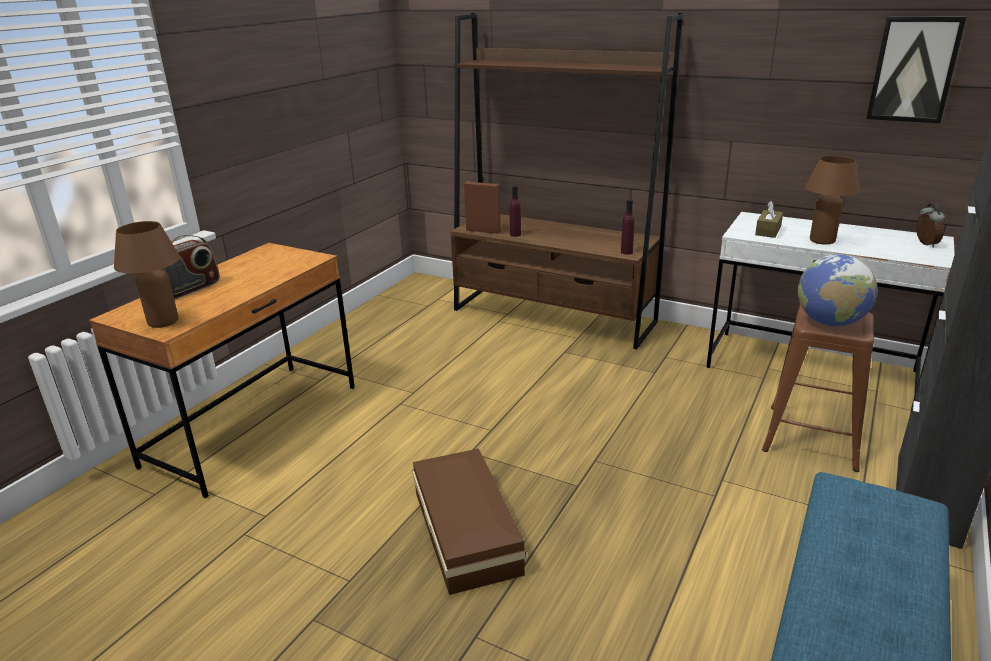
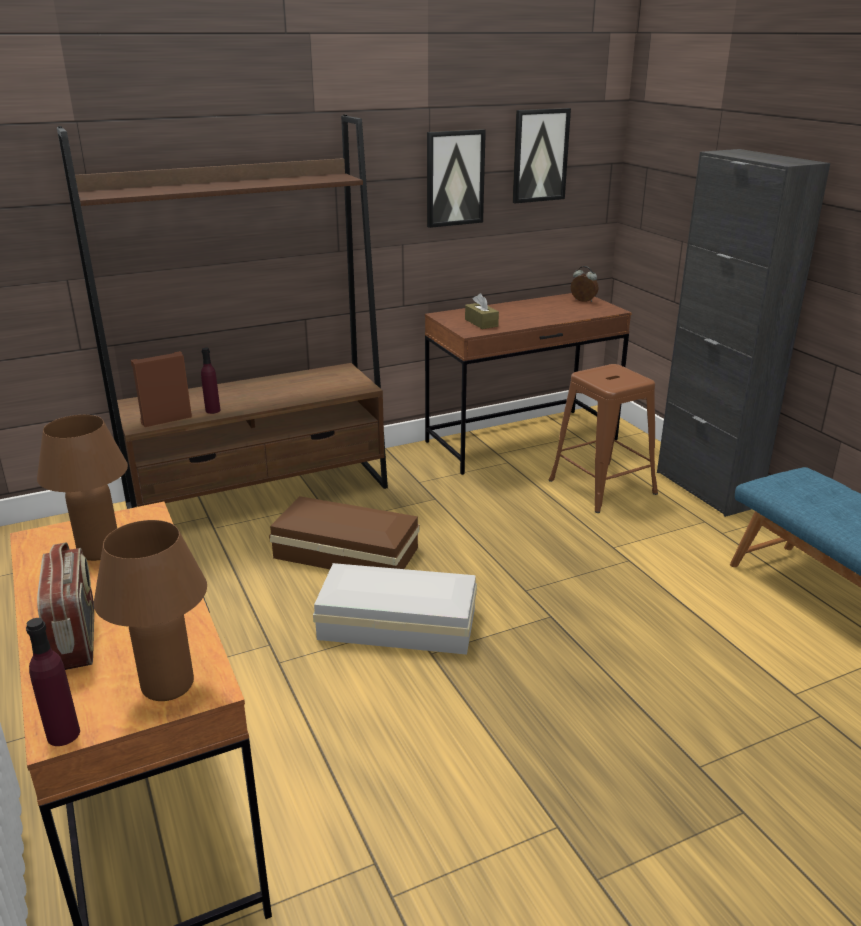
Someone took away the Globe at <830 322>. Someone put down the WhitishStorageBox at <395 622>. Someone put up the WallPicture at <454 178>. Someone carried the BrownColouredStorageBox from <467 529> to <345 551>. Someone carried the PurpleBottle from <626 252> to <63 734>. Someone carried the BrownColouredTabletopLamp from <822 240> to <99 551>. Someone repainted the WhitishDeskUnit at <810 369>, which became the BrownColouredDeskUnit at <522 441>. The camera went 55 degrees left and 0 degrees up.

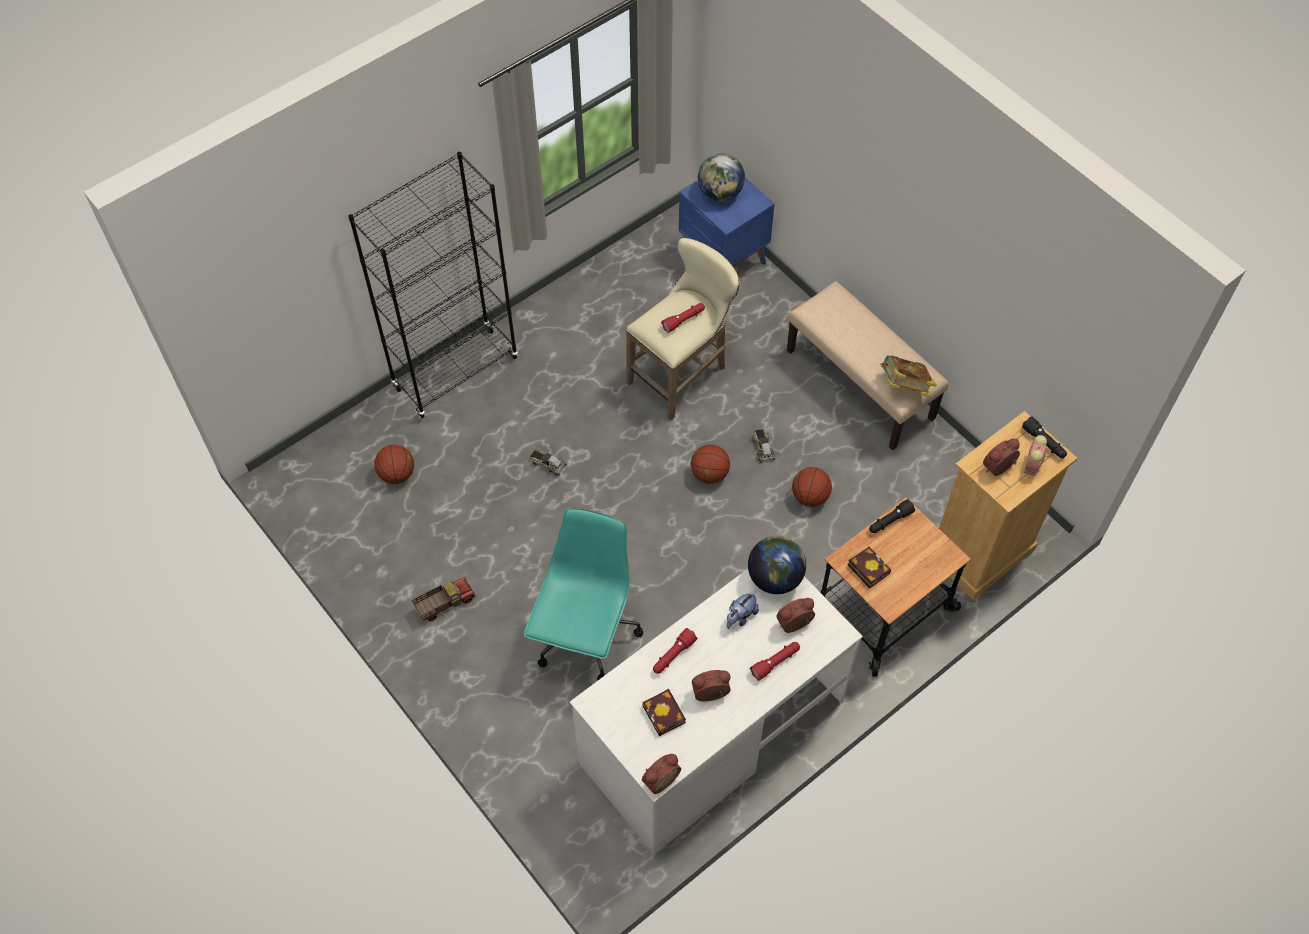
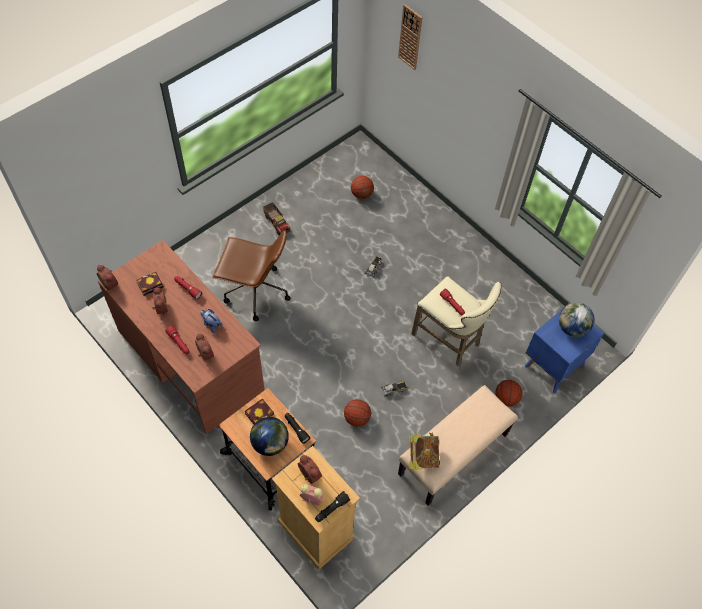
Someone took away the BlackBookcase at <456 372>. Someone put up the WallClock at <410 37>. Someone carried the BasketballBall from <709 474> to <506 398>. Someone carried the Globe from <775 577> to <270 443>. Someone repainted the TurquoiseOfficeChair at <585 636>, which became the BrownColouredOfficeChair at <255 292>. Someone repainted the WhitishDeskUnit at <711 731>, which became the BrownColouredDeskUnit at <190 359>. The camera went 85 degrees right and 0 degrees up.

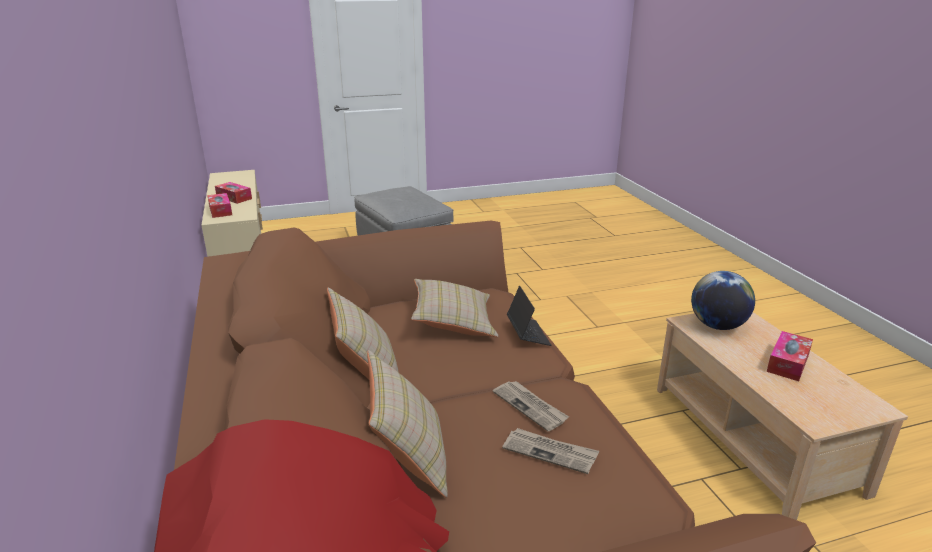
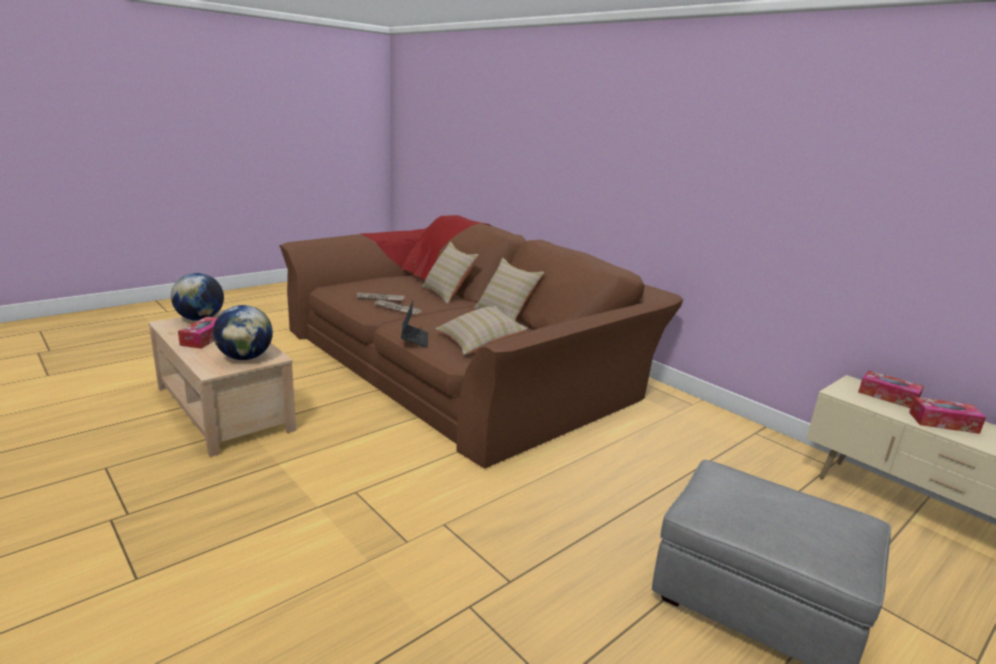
Someone put down the Globe at <200 319>. Someone rotated the PortableComputer at <528 334> by 150 degrees counterclockwise. The camera went 155 degrees right and 5 degrees down.

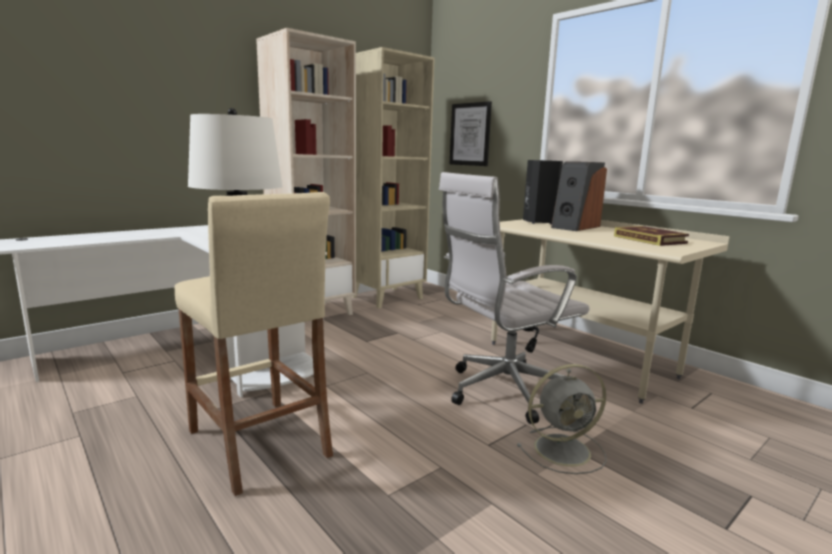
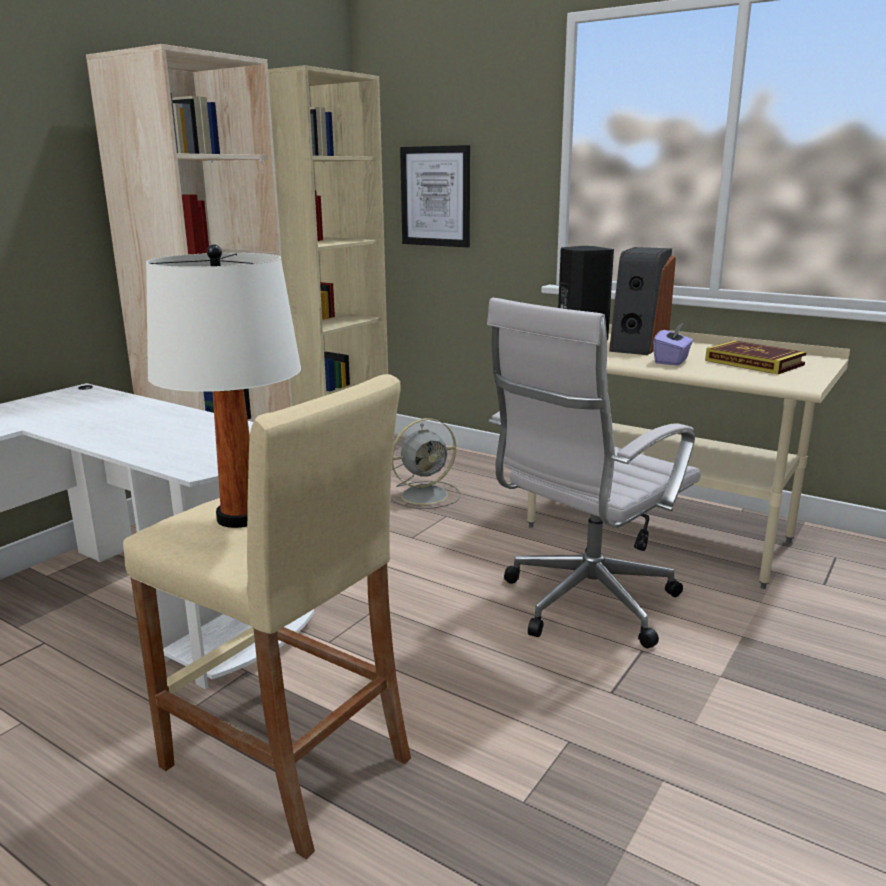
Someone put down the PurpleTissueBox at <672 361>. Someone carried the GrayElectricFan from <564 449> to <426 495>. The camera went 15 degrees left and 5 degrees up.

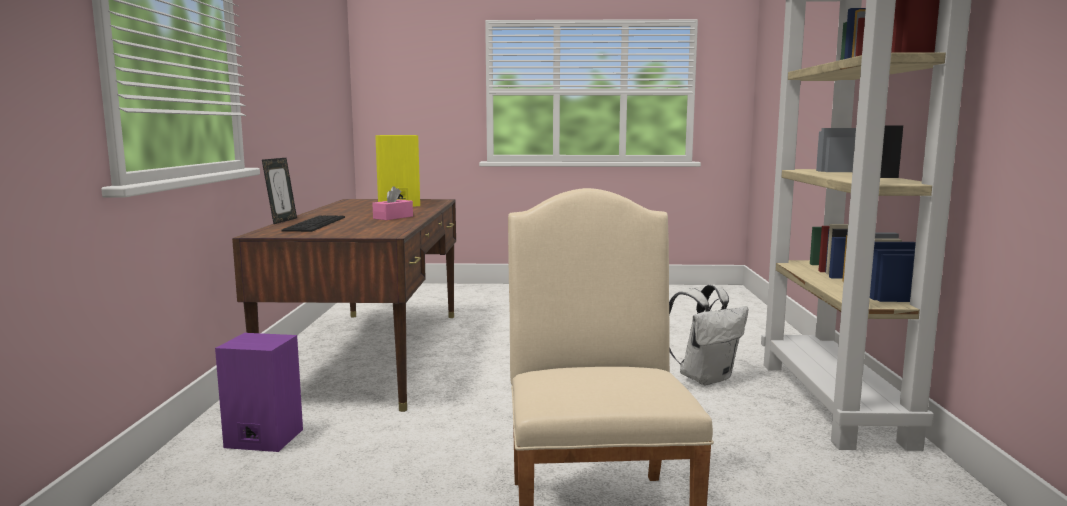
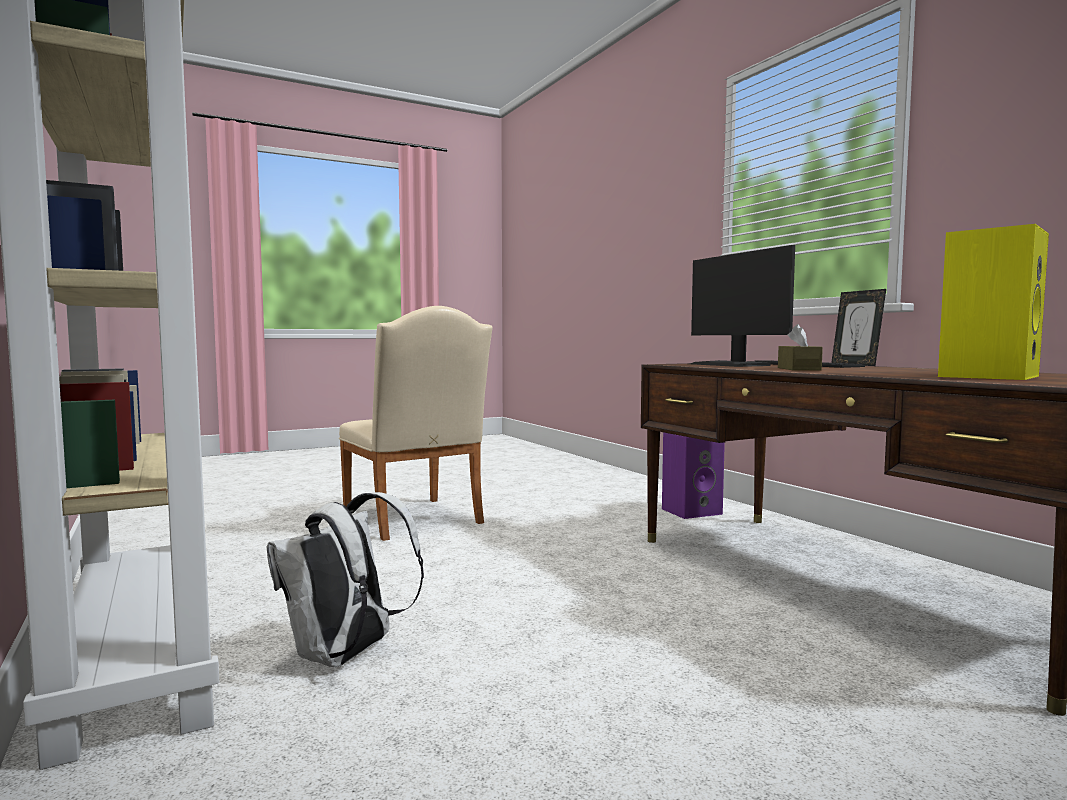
Someone put down the ComputerScreen at <729 364>. Someone repainted the PinkishTissueBox at <393 217>, which became the BrownColouredTissueBox at <798 369>. The camera went 150 degrees right and 5 degrees down.

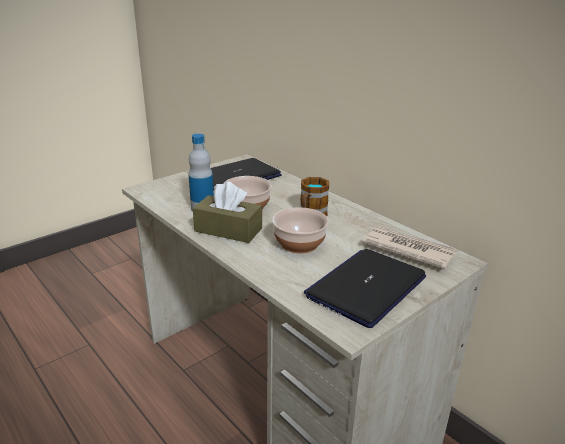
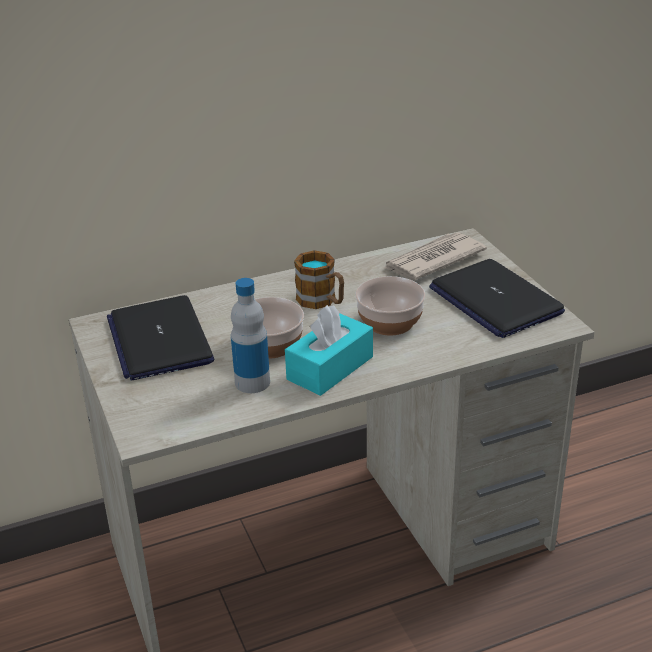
Someone repainted the BrownColouredTissueBox at <228 230>, which became the TurquoiseTissueBox at <330 368>. The camera went 70 degrees left and 5 degrees up.

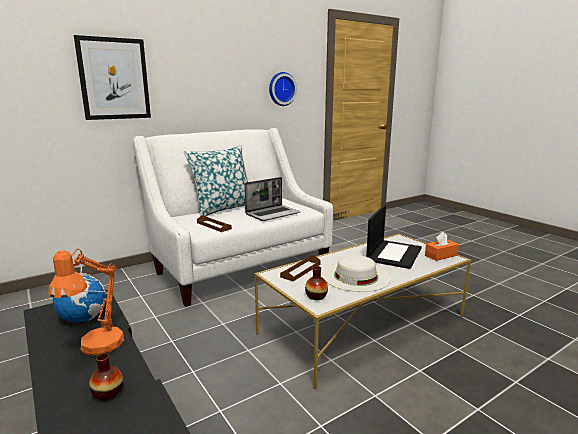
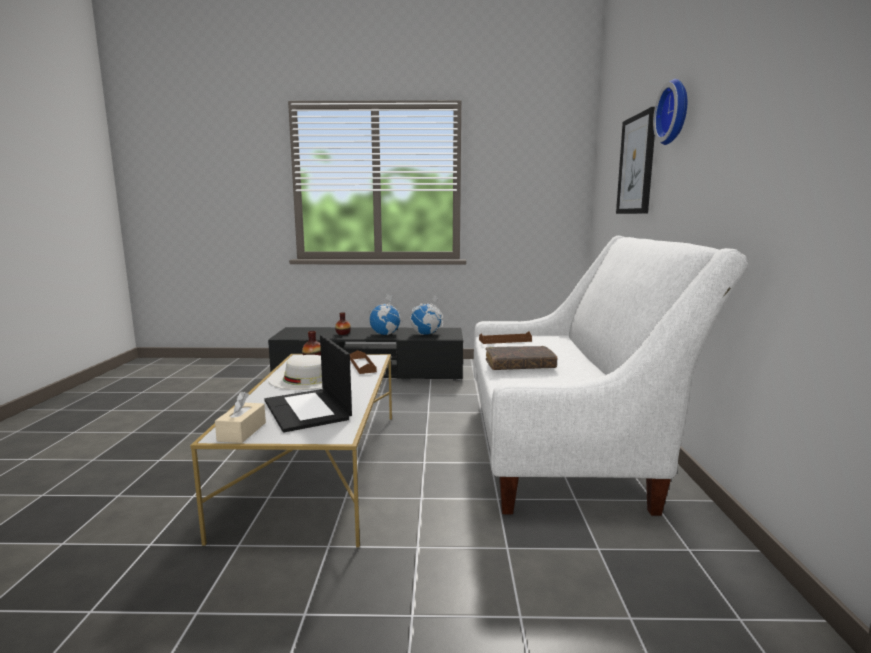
Someone took away the Cushion at <223 209>. Someone carried the WallClock from <281 89> to <675 112>. Someone swapped the OrangeyTabletopLamp at <96 348> for the Globe at <386 334>. Someone swapped the PortableComputer at <273 214> for the BrownColouredBoundBook at <519 366>. Someone repainted the OrangeyTissueBox at <441 255>, which became the BeigeColouredTissueBox at <242 432>. The camera went 125 degrees right and 5 degrees down.

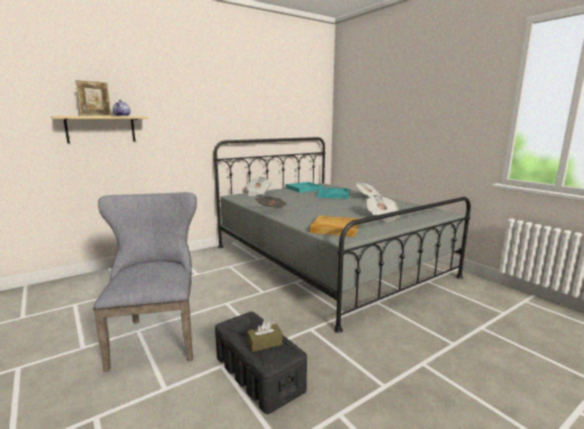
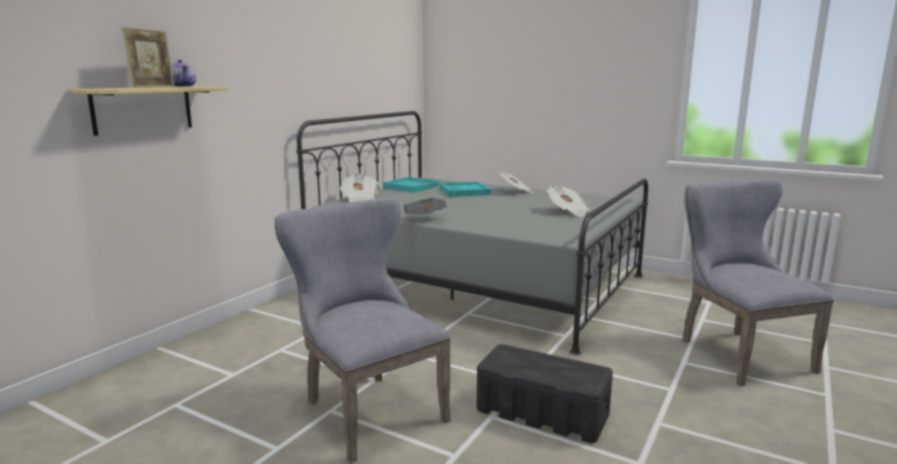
Someone took away the BrownColouredTissueBox at <264 343>. Someone took away the BeigeColouredCarryingTray at <335 228>. Someone put down the GrayUprightChair at <736 352>. The camera went 25 degrees left and 0 degrees up.

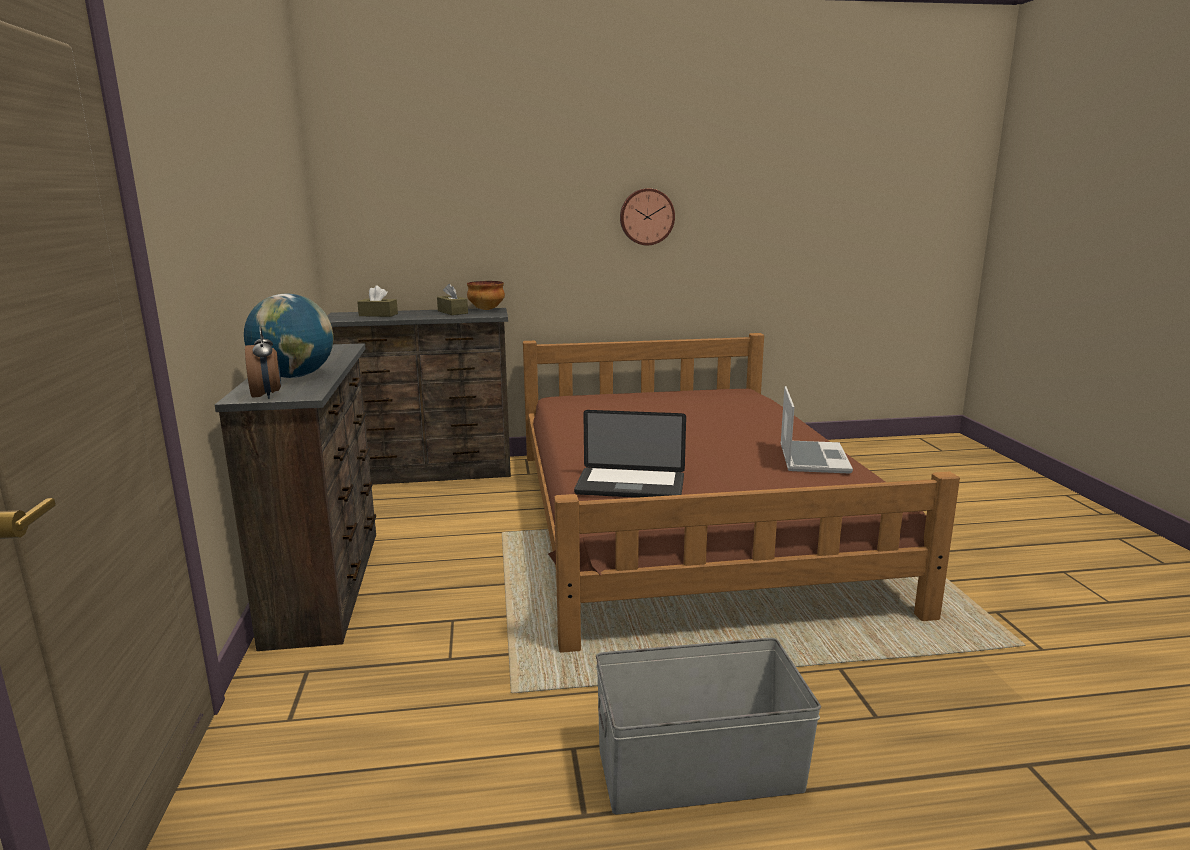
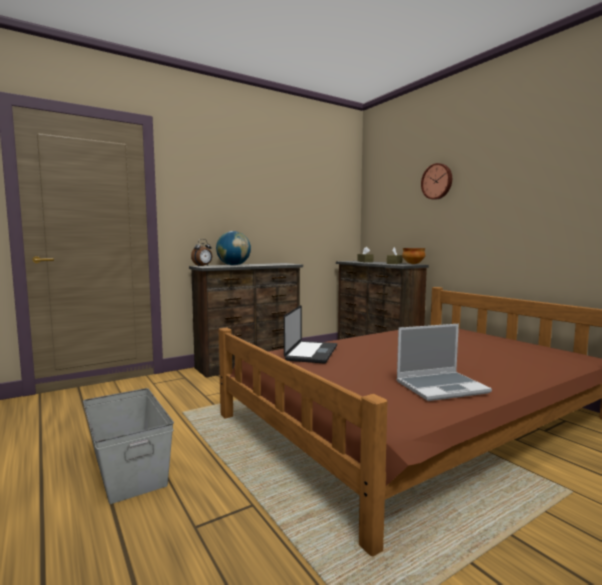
Someone carried the WallClock from <646 217> to <437 181>. Someone rotated the PortableComputer at <630 485> by 150 degrees counterclockwise. The camera went 65 degrees right and 10 degrees down.

